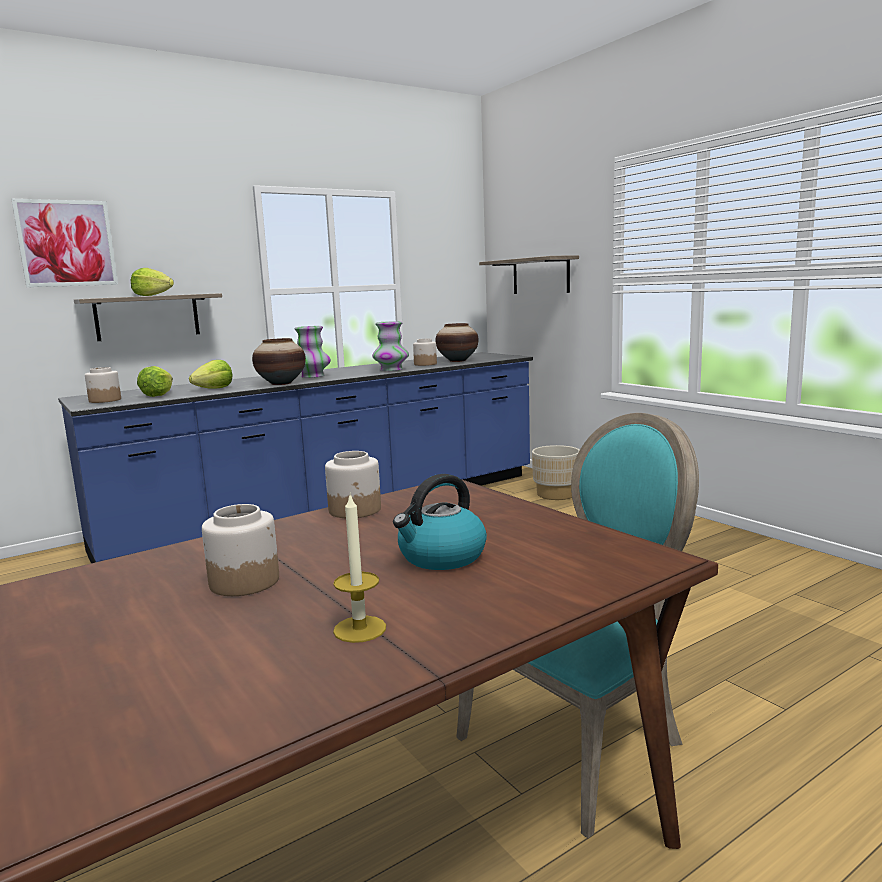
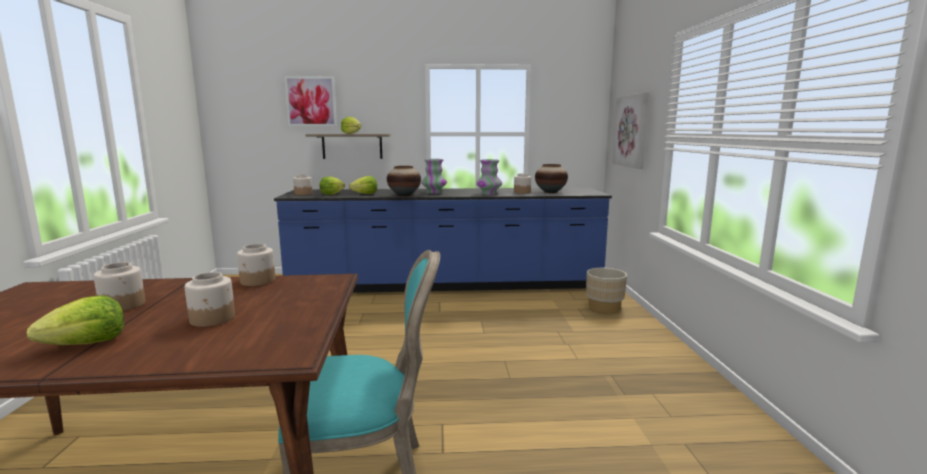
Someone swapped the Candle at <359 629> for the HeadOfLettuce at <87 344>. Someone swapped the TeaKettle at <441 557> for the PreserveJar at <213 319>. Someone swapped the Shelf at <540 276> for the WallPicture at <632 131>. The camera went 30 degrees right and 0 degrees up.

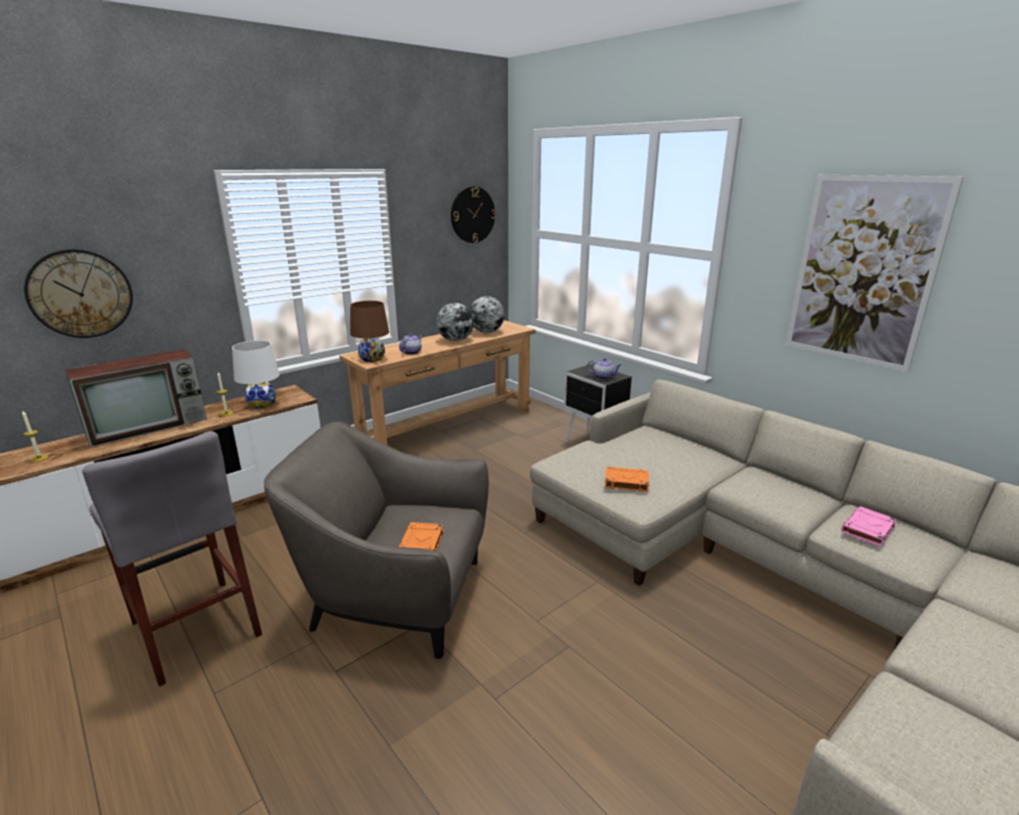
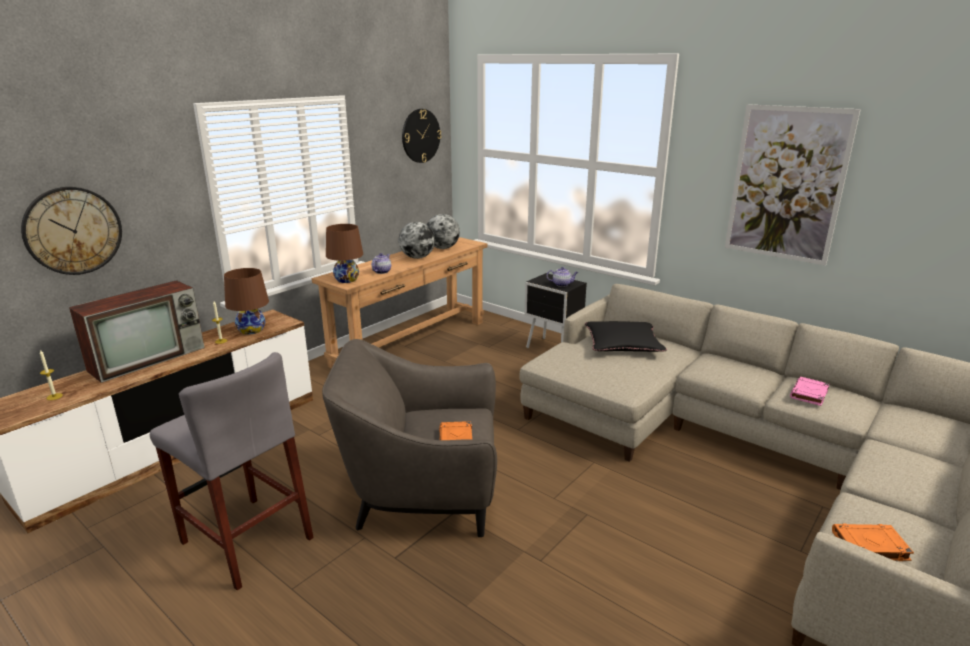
Someone put down the BlackCushion at <623 344>. Someone carried the OrangeyBoundBook from <625 482> to <869 546>. Someone repainted the WhitishTabletopLamp at <262 404>, which became the BrownColouredTabletopLamp at <251 330>. The camera went 10 degrees left and 0 degrees up.

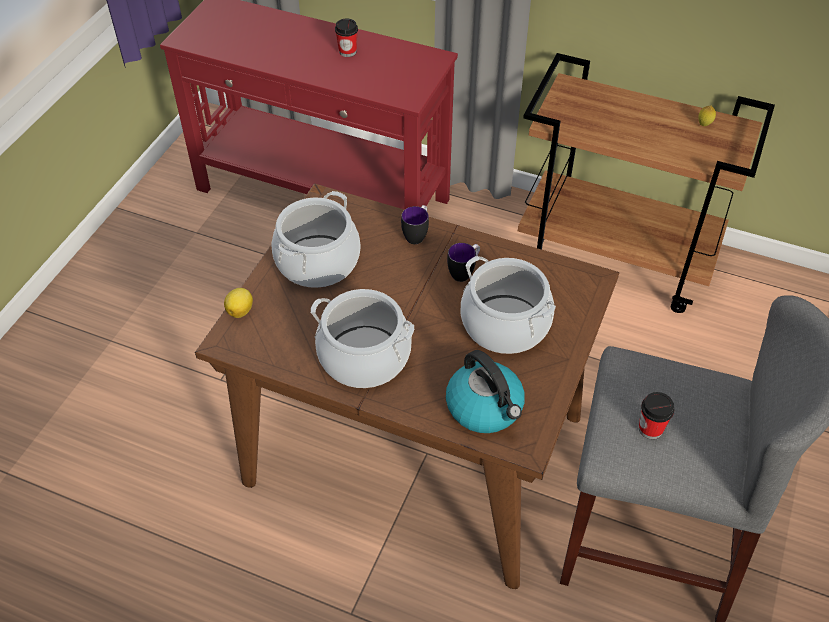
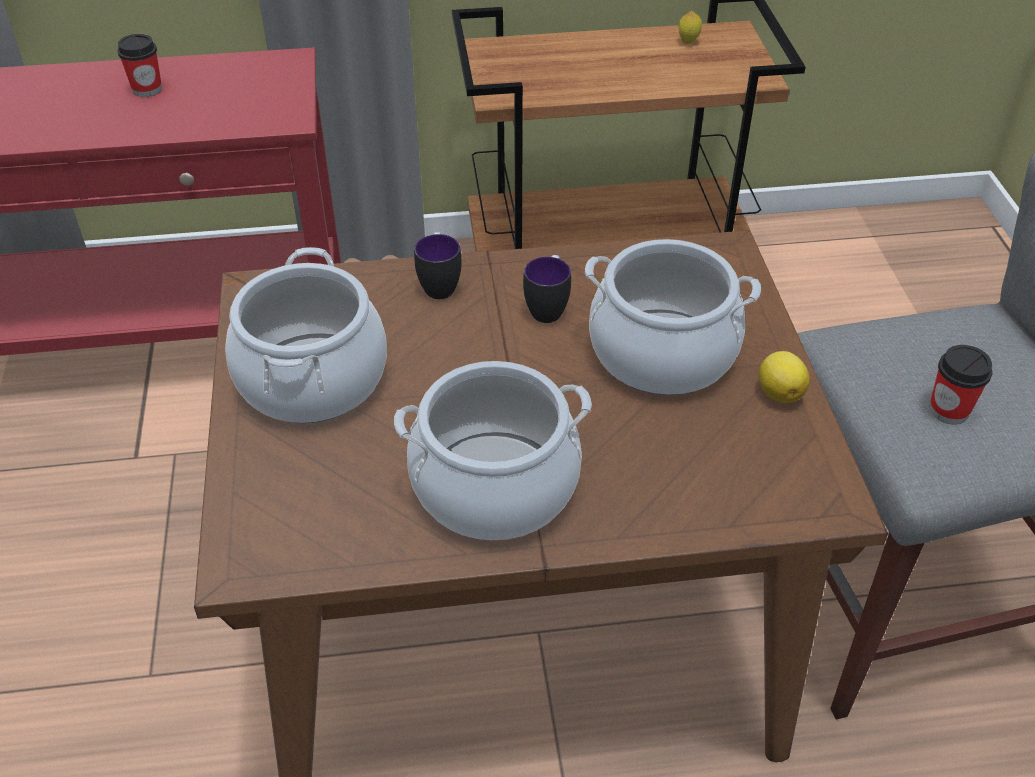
Someone took away the TeaKettle at <485 408>. Someone carried the Lemon from <241 310> to <779 392>. The camera went 30 degrees left and 5 degrees down.

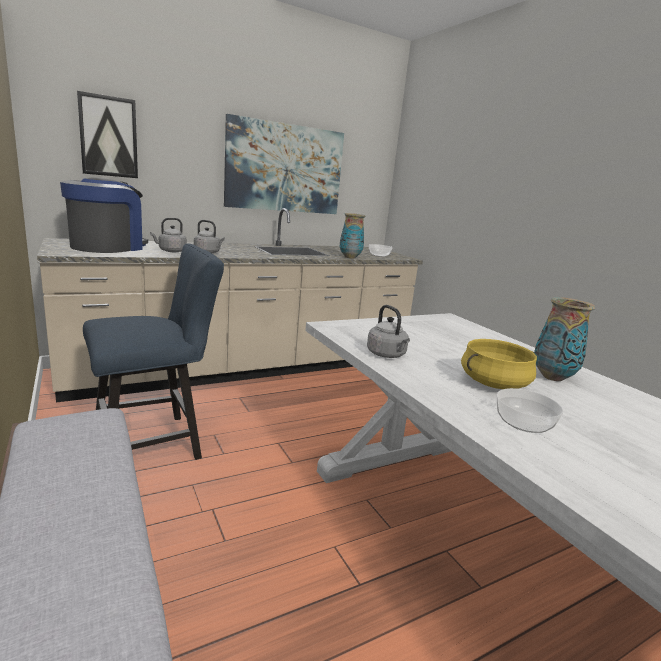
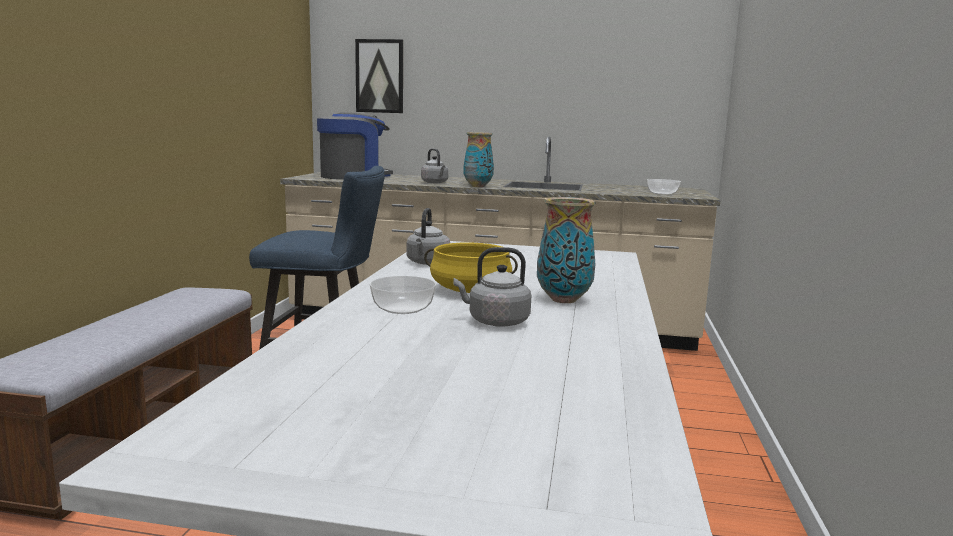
Someone took away the WallPicture at <285 168>. Someone carried the GrayTeaKettle from <171 251> to <495 322>. Someone carried the DecorativeVase from <350 257> to <478 186>. The camera went 40 degrees right and 5 degrees down.

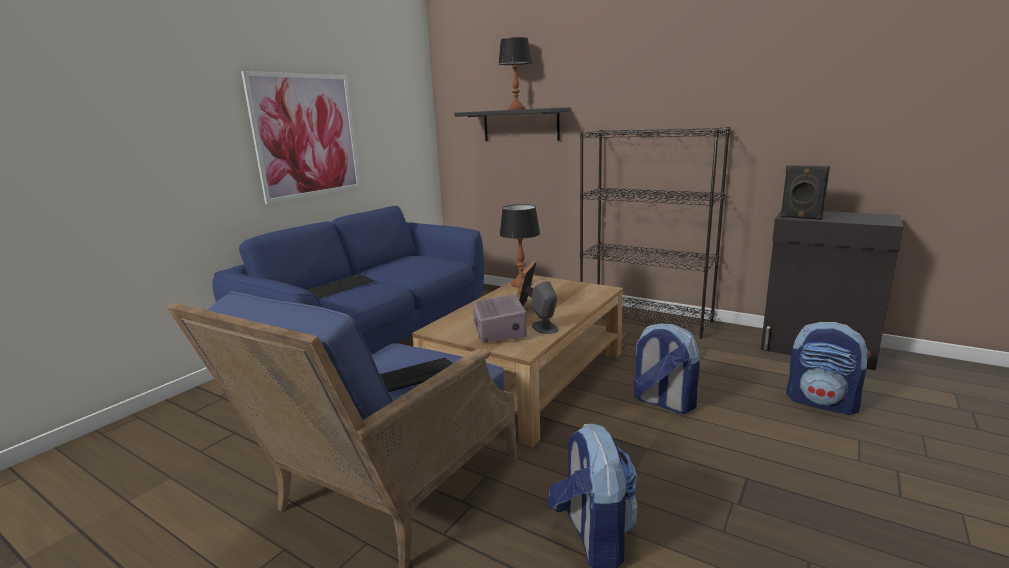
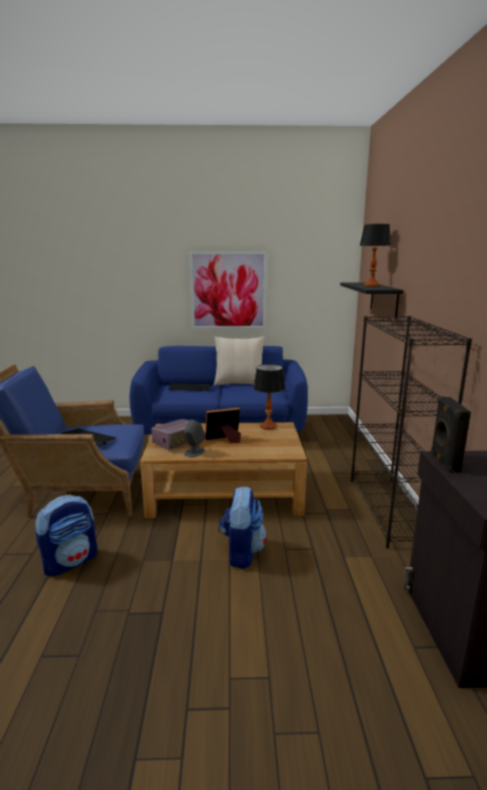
Someone took away the Rucksack at <822 402>. Someone put down the BeigeColouredCushion at <239 383>. The camera went 55 degrees right and 0 degrees up.

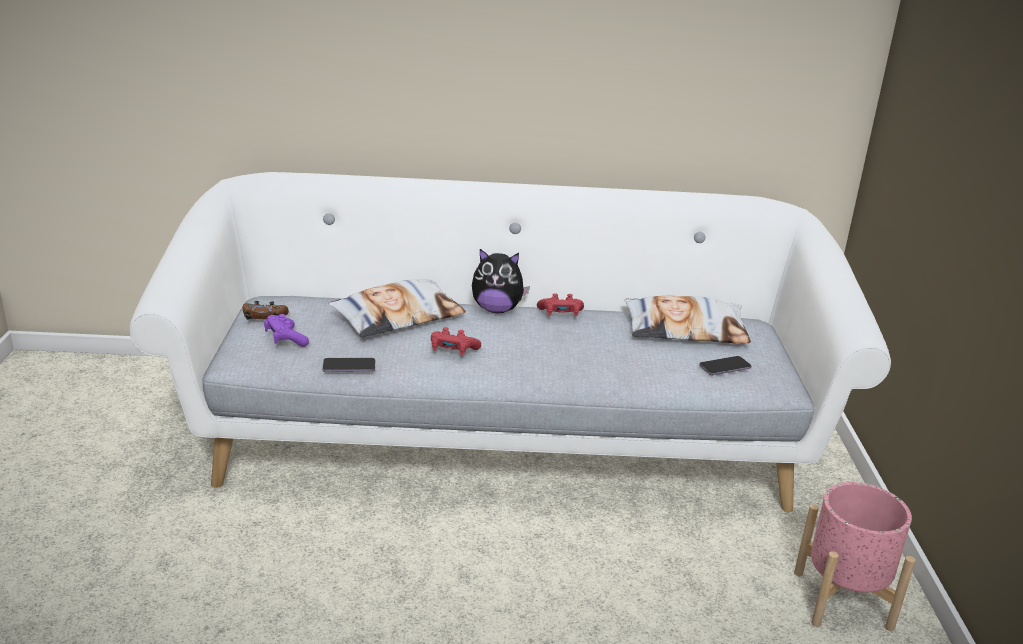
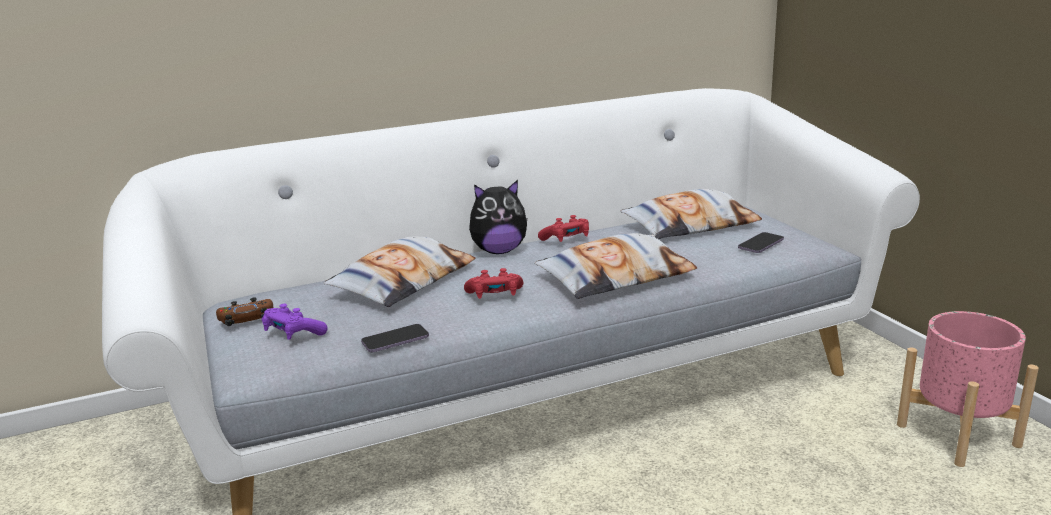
Someone put down the Cushion at <616 277>. The camera went 20 degrees left and 5 degrees down.

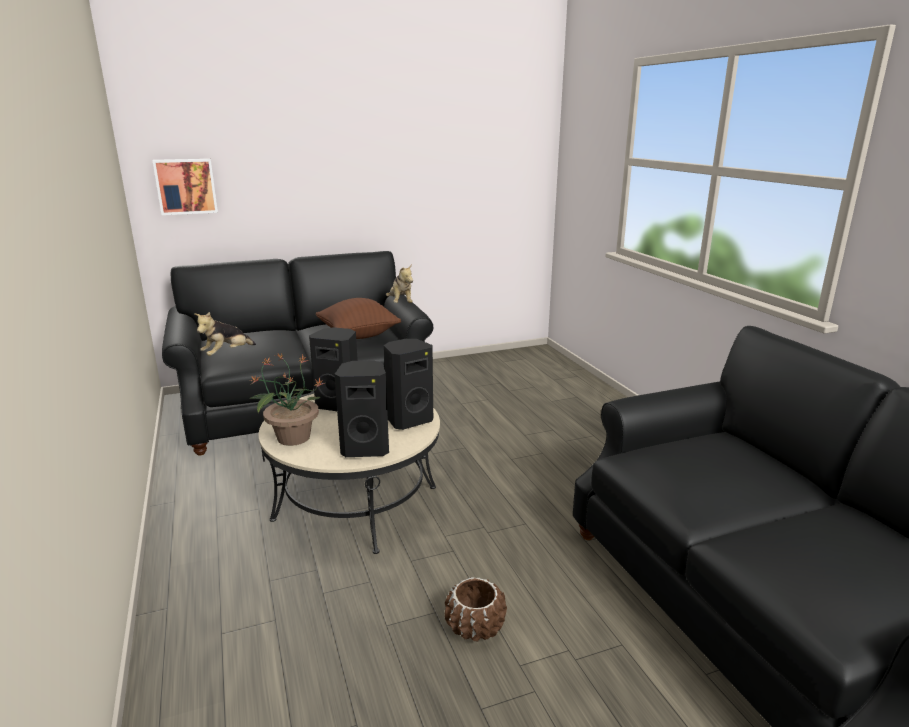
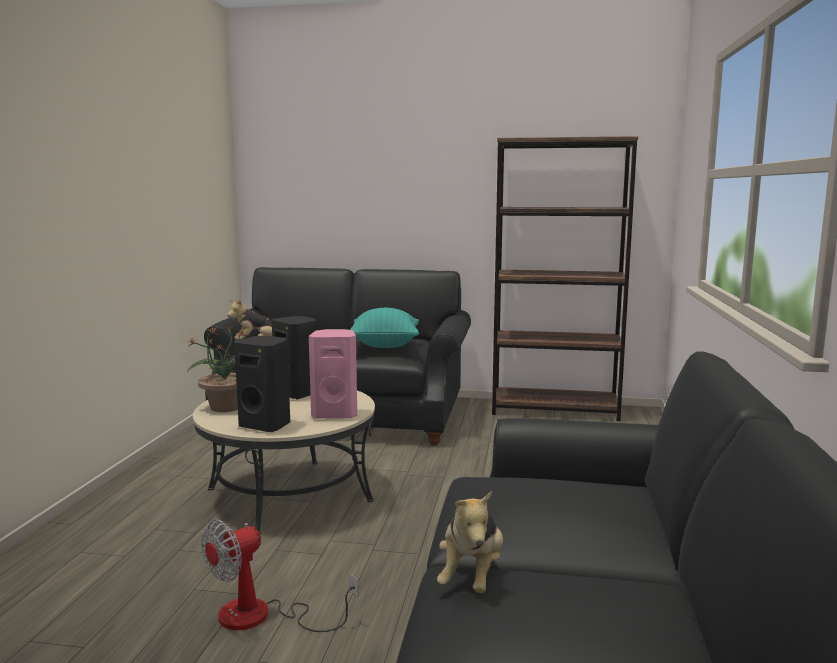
Someone took away the WallPicture at <186 186>. Someone put down the BrownColouredBookcase at <555 410>. Someone carried the PlushToy from <400 303> to <472 576>. Someone swapped the BrownColouredPlantPot at <475 626> for the ElectricFan at <262 617>. Someone repainted the BrownColouredCushion at <358 335>, which became the TurquoiseCushion at <385 345>. Someone repainted the BlackSpeaker at <408 420>, which became the PinkishSpeaker at <335 414>. The camera went 30 degrees right and 10 degrees down.

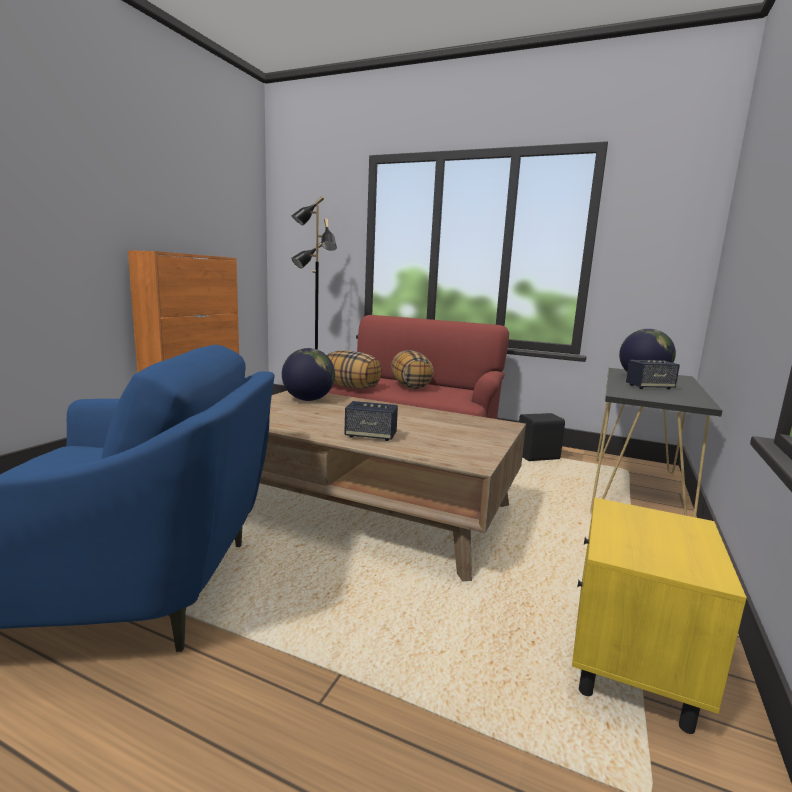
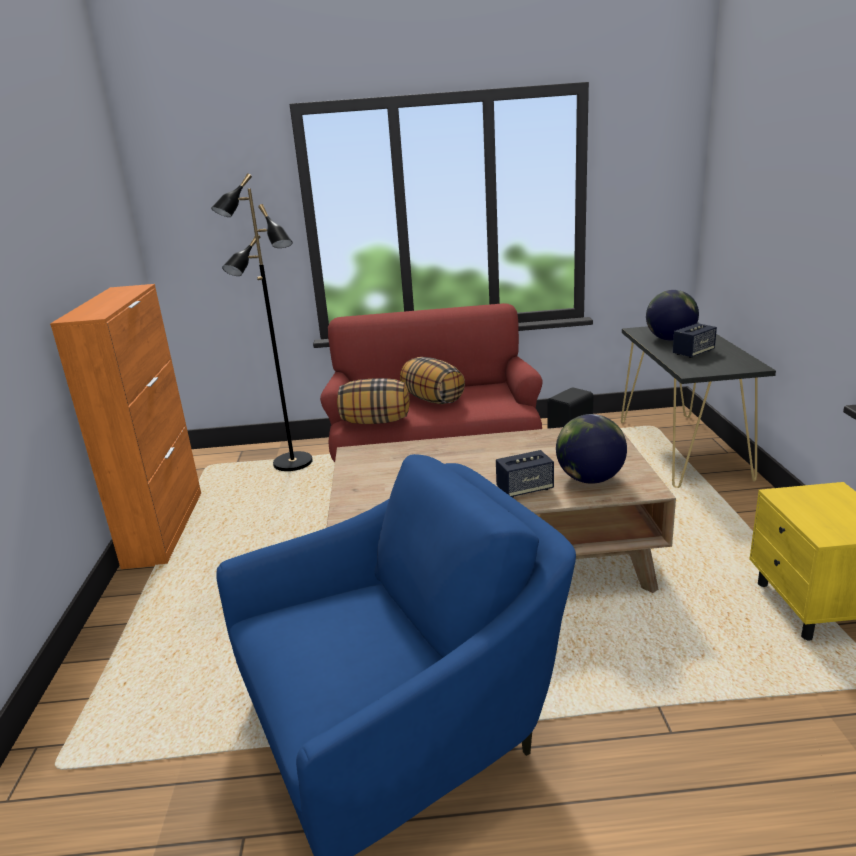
Someone carried the Globe from <308 400> to <589 479>. The camera went 25 degrees left and 10 degrees up.

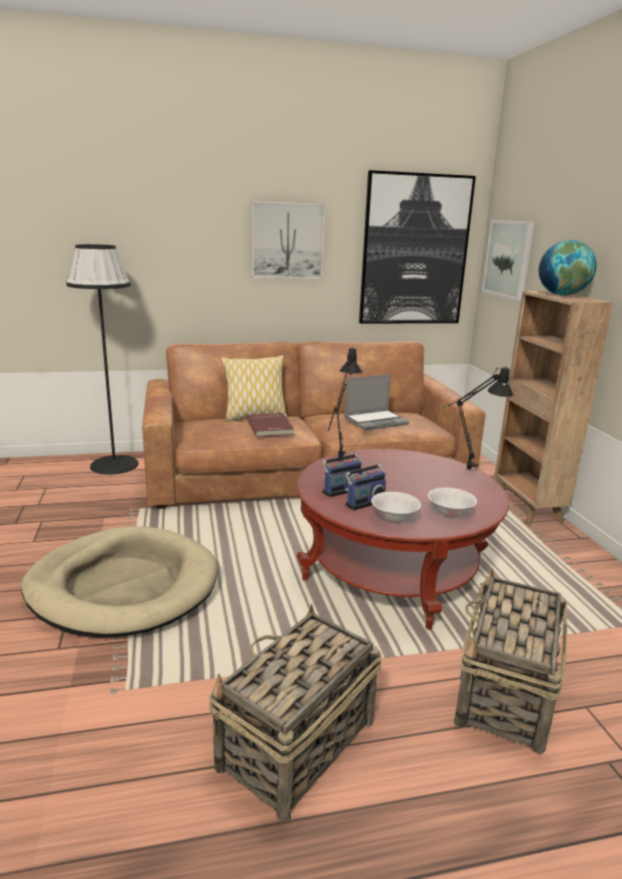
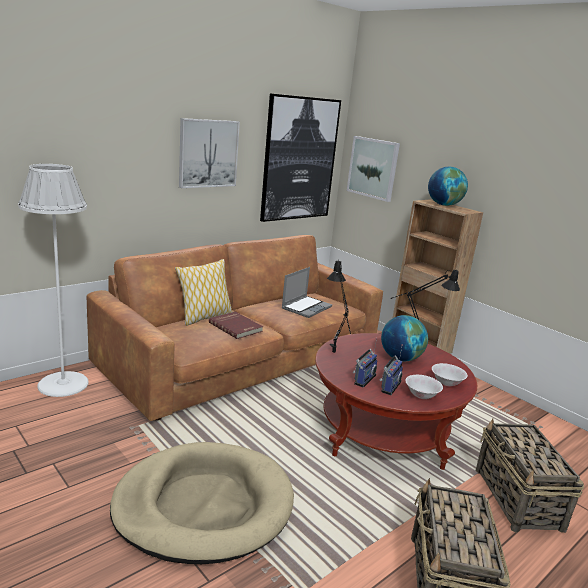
Someone put down the Globe at <400 358>. Someone repainted the BlackStandingLamp at <114 465>, which became the WhitishStandingLamp at <63 384>. The camera went 30 degrees left and 0 degrees up.

